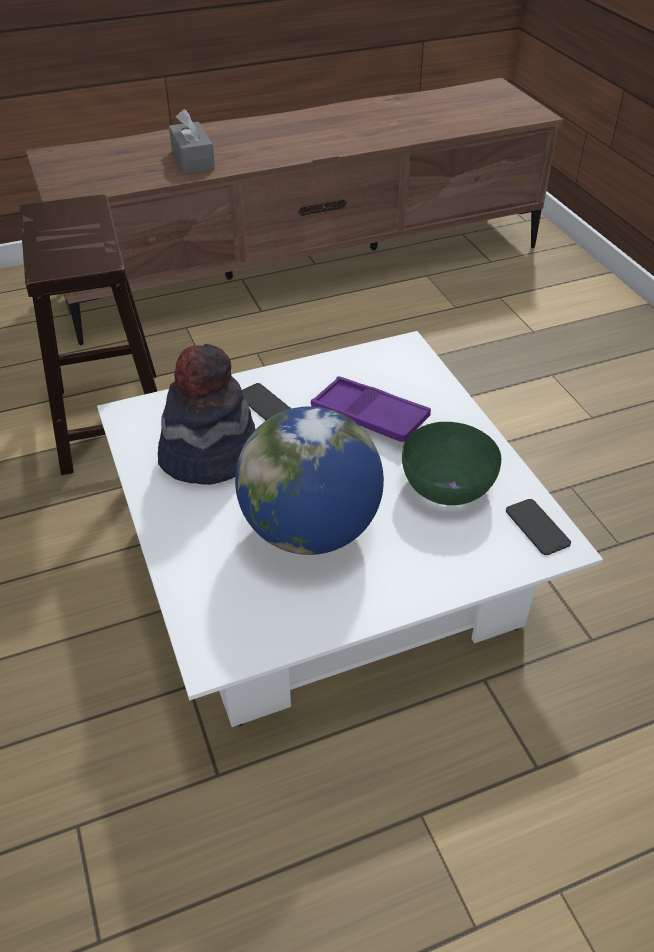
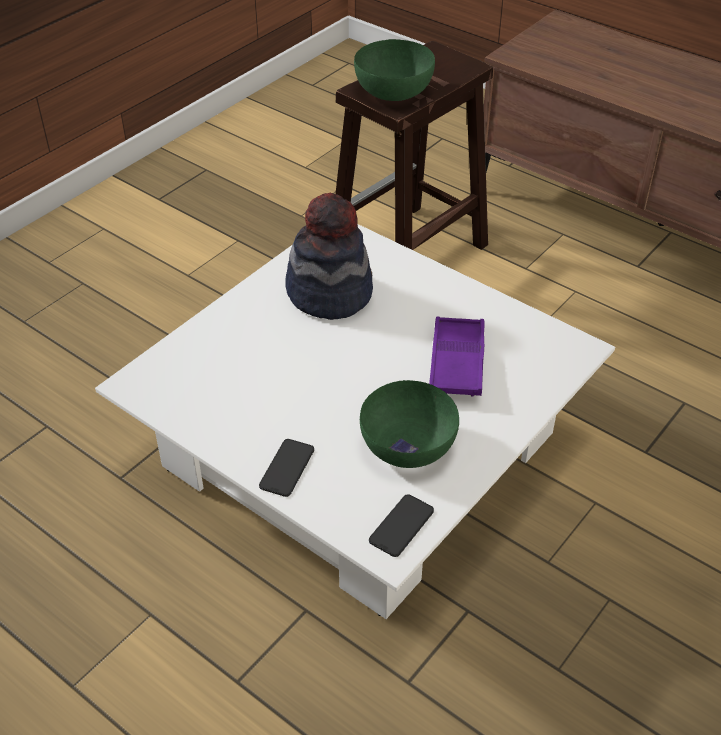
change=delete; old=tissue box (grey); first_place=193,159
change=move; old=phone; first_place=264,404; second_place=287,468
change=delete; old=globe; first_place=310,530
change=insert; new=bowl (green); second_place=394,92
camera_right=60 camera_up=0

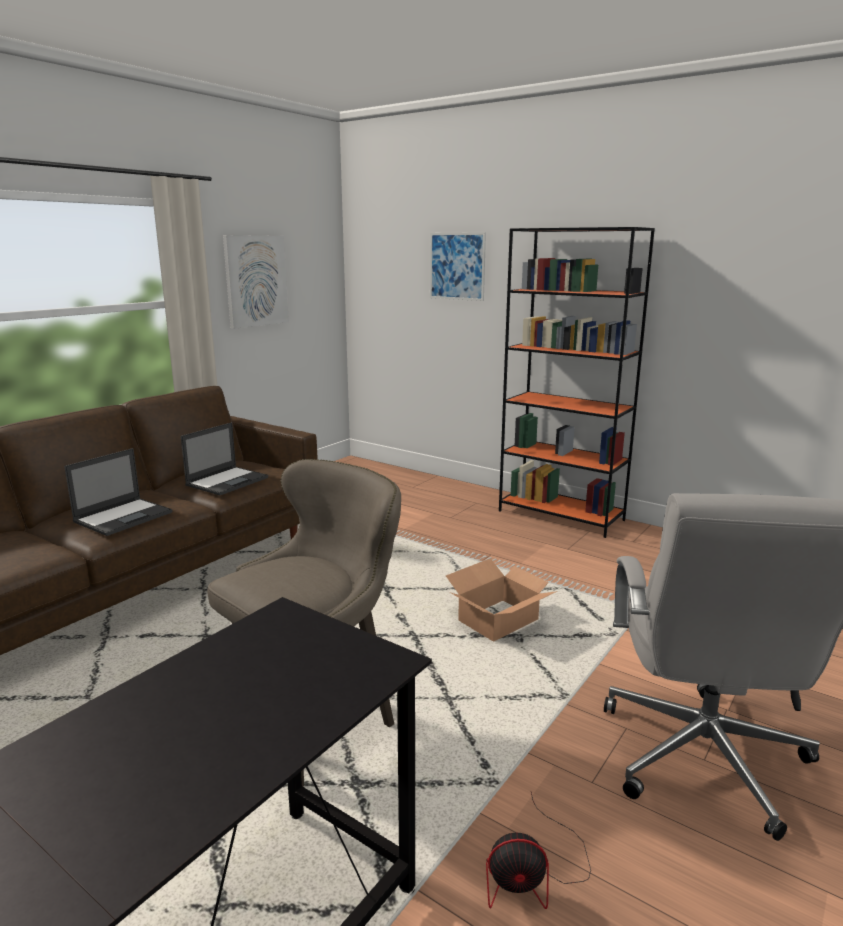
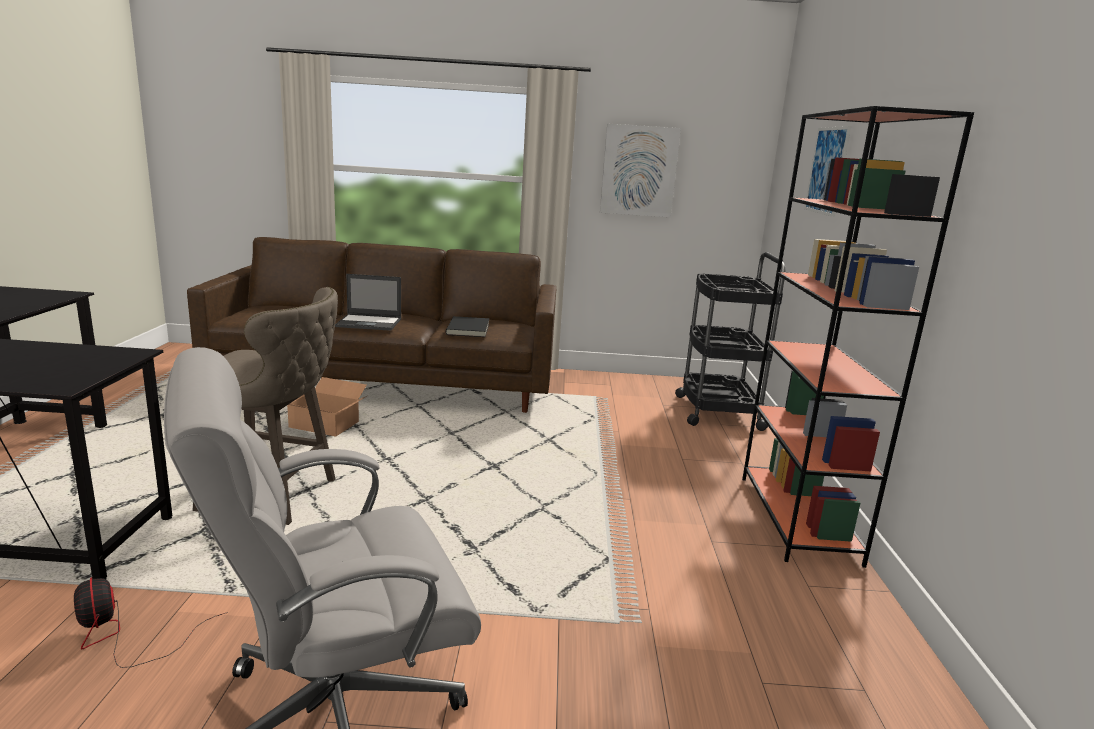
change=replace; old=laptop; new=book (black); first_place=228,481; second_place=469,329
change=move; old=cardboard box; first_place=497,621; second_place=324,425
change=insert; new=cart (black); second_place=717,412
camera_right=55 camera_up=0

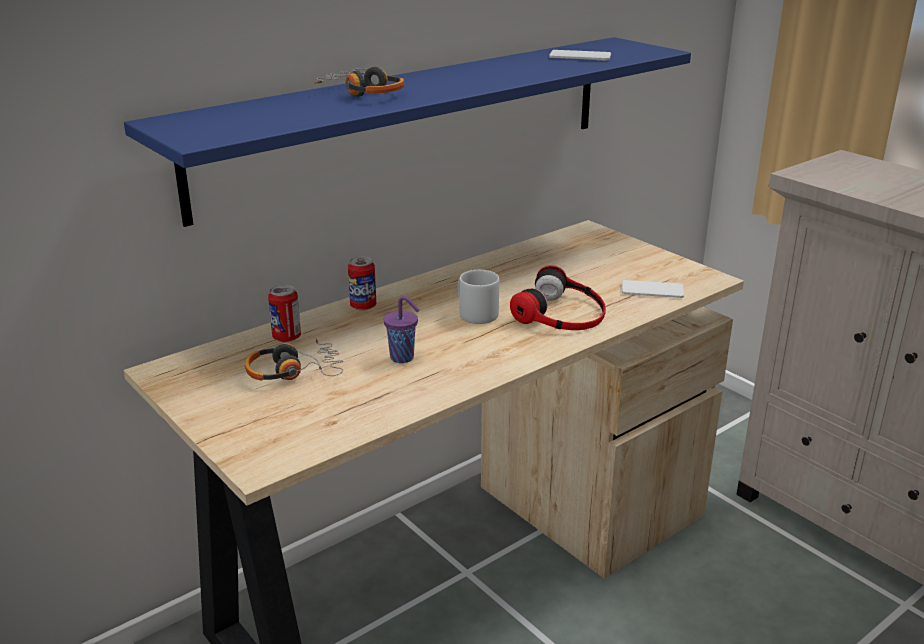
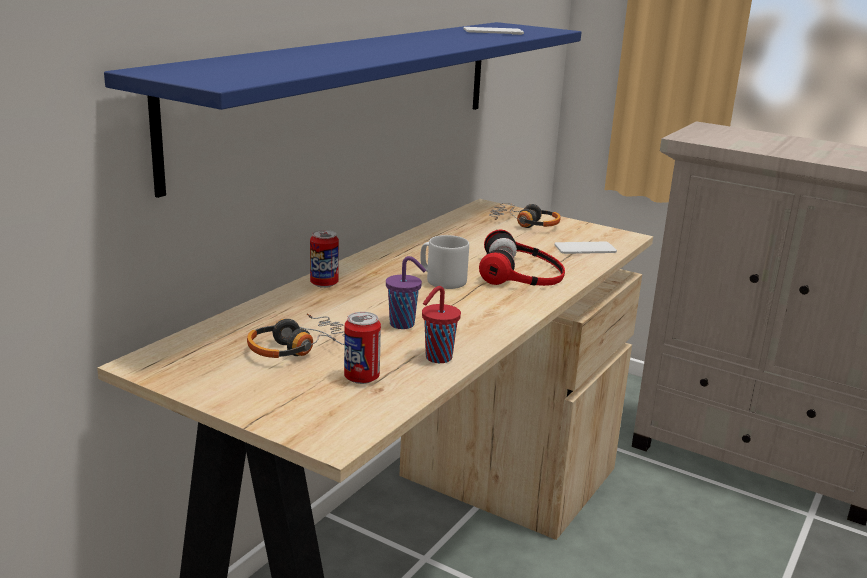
change=move; old=headphones; first_place=363,92; second_place=524,224
change=move; old=can; first_place=286,338; second_place=361,378
change=insert; new=cup (red); second_place=437,358
camera_right=-20 camera_up=-5

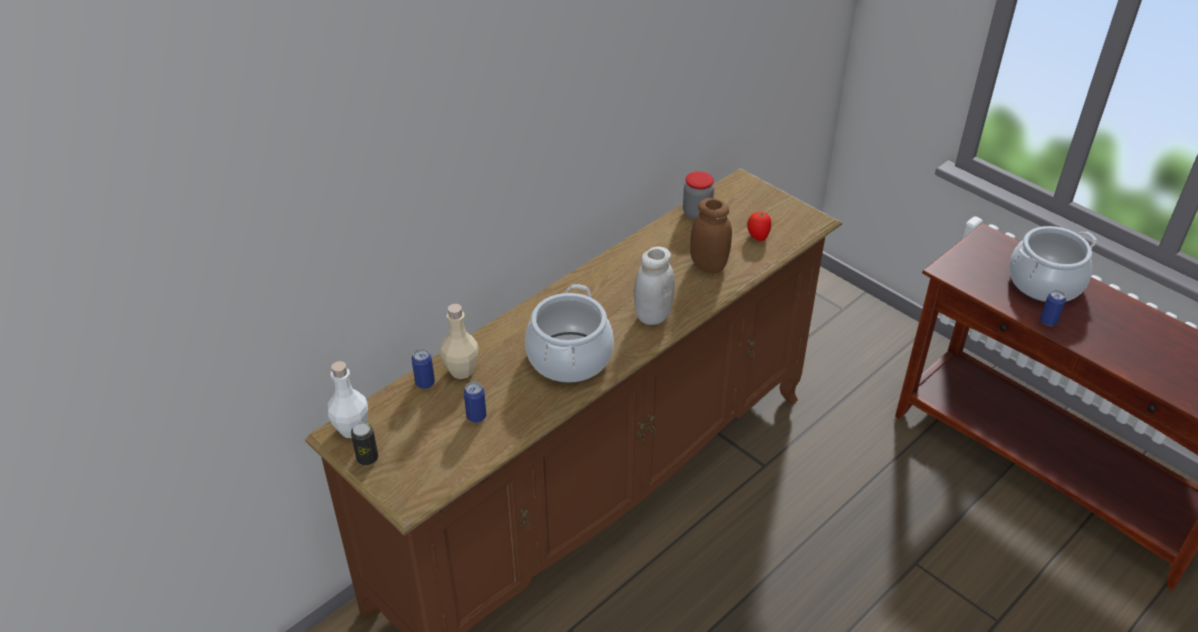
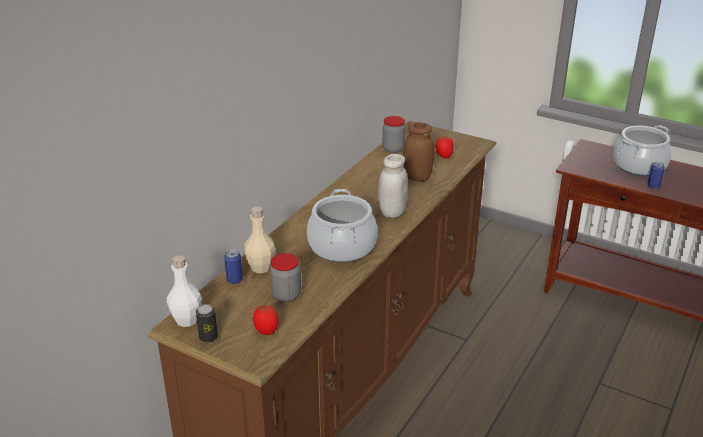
change=replace; old=can; new=jar; first_place=476,416; second_place=286,295
change=insert; new=tomato; second_place=266,331
camera_right=-15 camera_up=-10

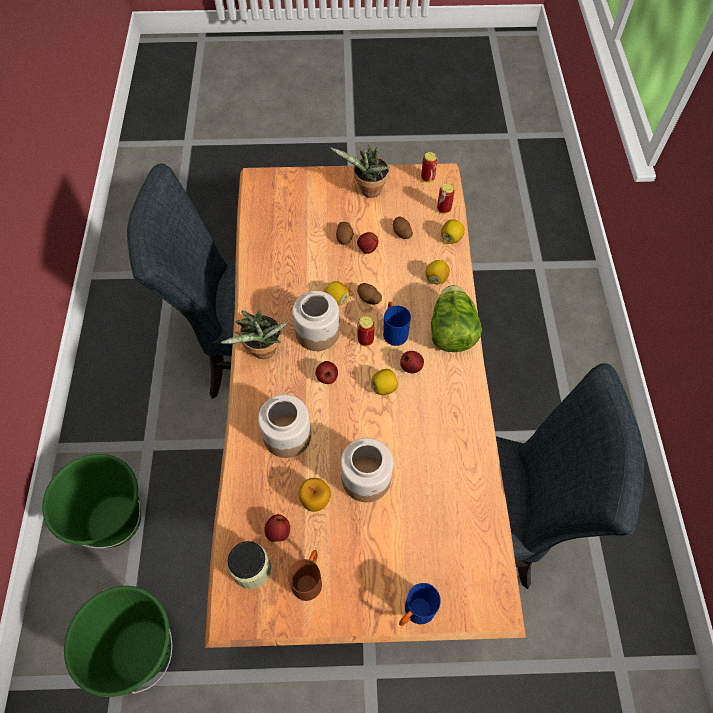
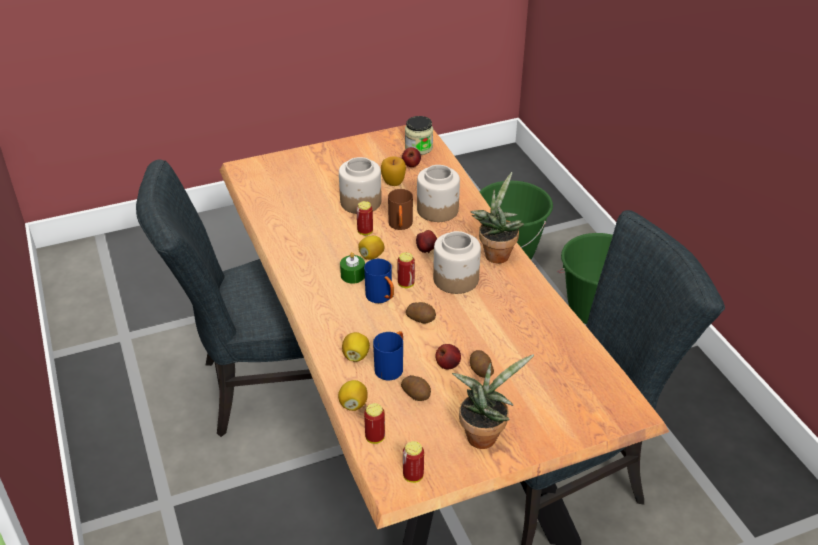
change=delete; old=lemon; first_place=336,300
change=delete; old=lettuce; first_place=451,331
change=replace; old=apple; new=candle (green); first_place=411,367; second_place=353,275
change=move; old=mug (brown); first_place=309,578; second_place=400,226
change=move; old=mug (blue); first_place=415,613; second_place=391,366
change=insert; new=can; second_place=365,232
camera_right=160 camera_up=-20

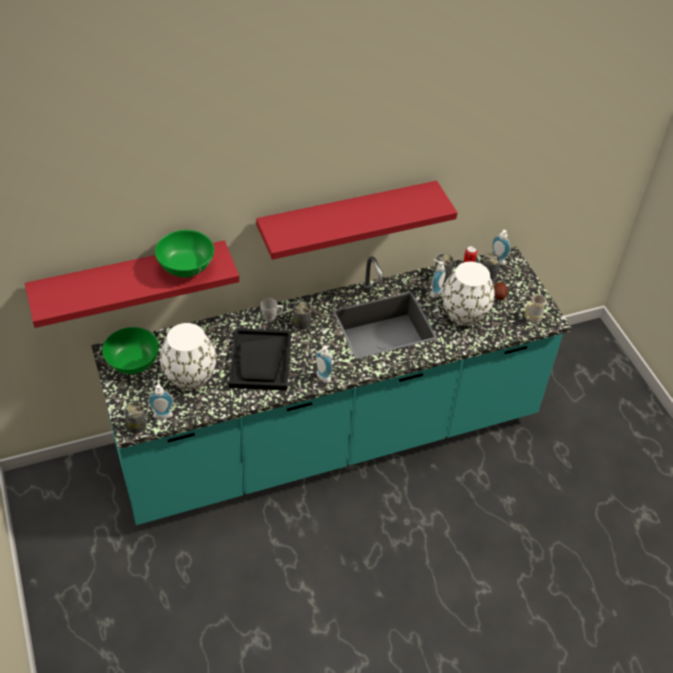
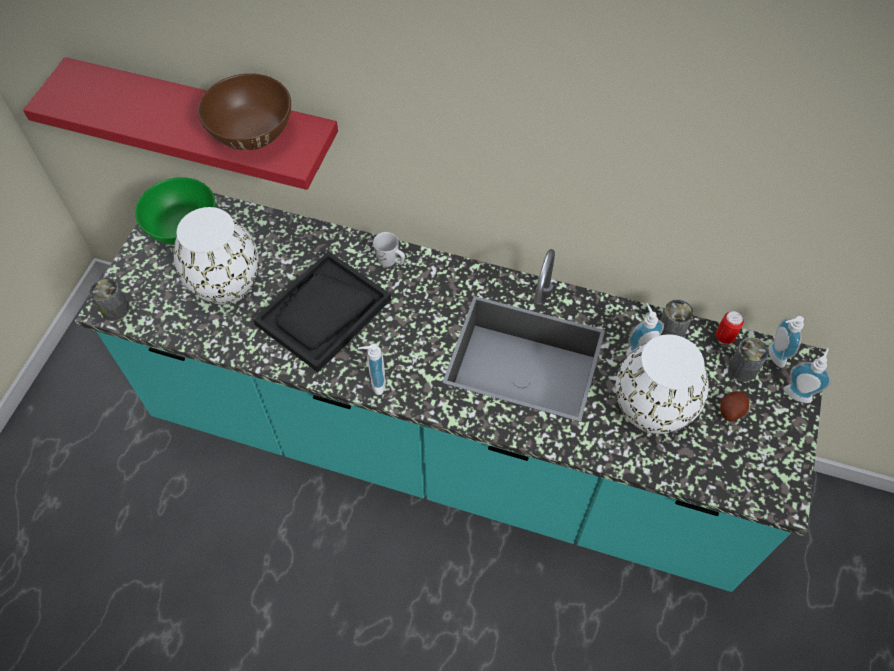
change=delete; old=shelf (red); first_place=347,217
change=recolor; old=bowl (green); new=bowl (brown); first_place=186,268; second_place=252,134
change=delete; old=mug (beige); first_place=531,318
change=delete; old=can; first_place=301,323
change=move; old=soap dispenser; first_place=163,413; second_place=798,392
camera_right=40 camera_up=10

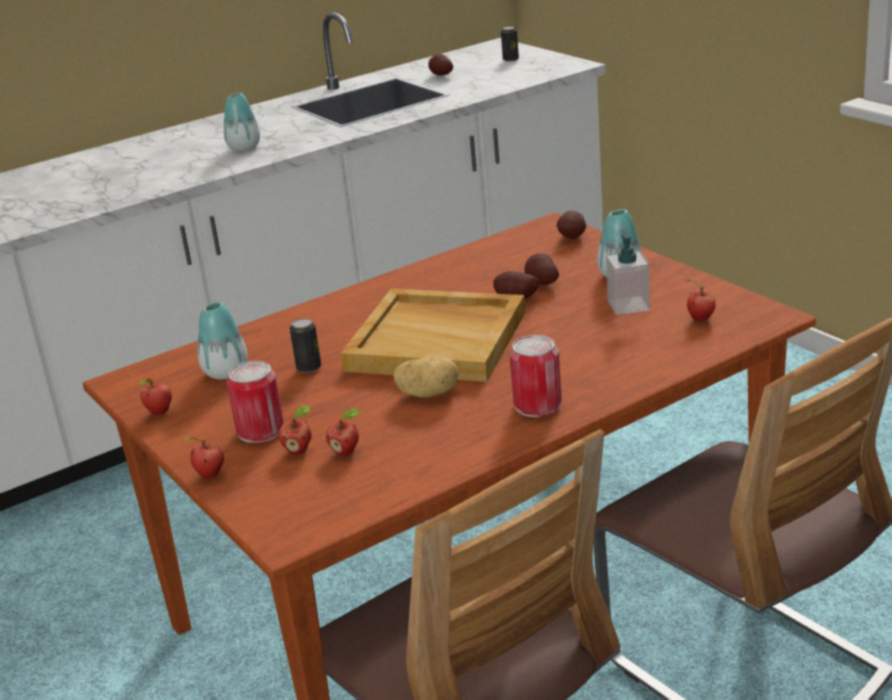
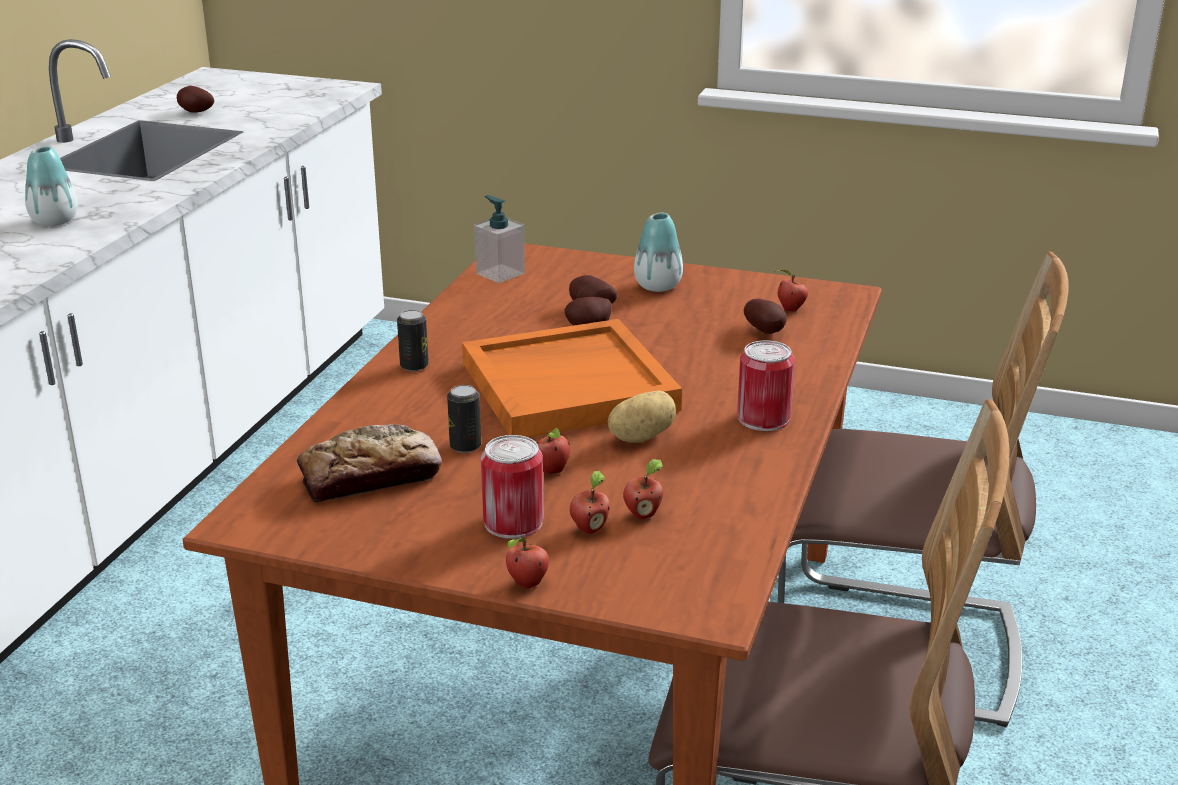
change=move; old=can; first_place=510,59; second_place=414,366
change=move; old=potato; first_place=573,237; second_place=766,332
change=move; old=soap dispenser; first_place=628,305; second_place=500,273
change=recolor; old=tray (beige); new=tray (orange); first_place=438,340; second_place=569,385
change=replace; old=vase; new=bread; first_place=226,372; second_place=370,477
change=move; old=apple; first_place=159,413; second_place=553,471
camera_right=-40 camera_up=0

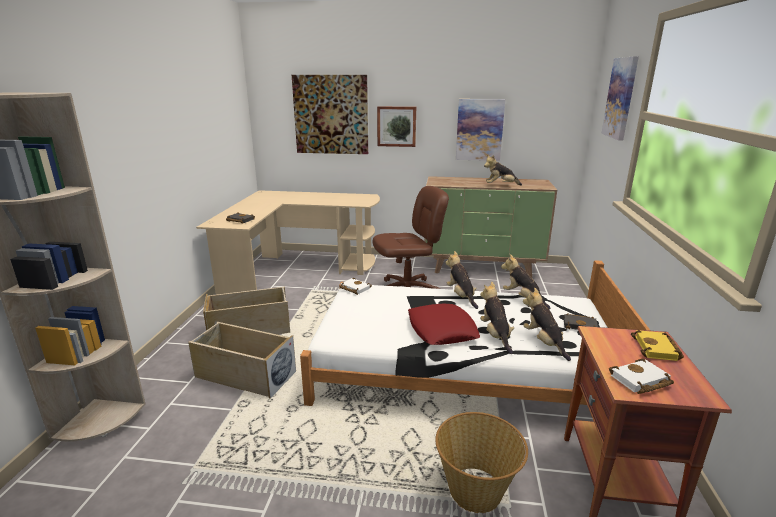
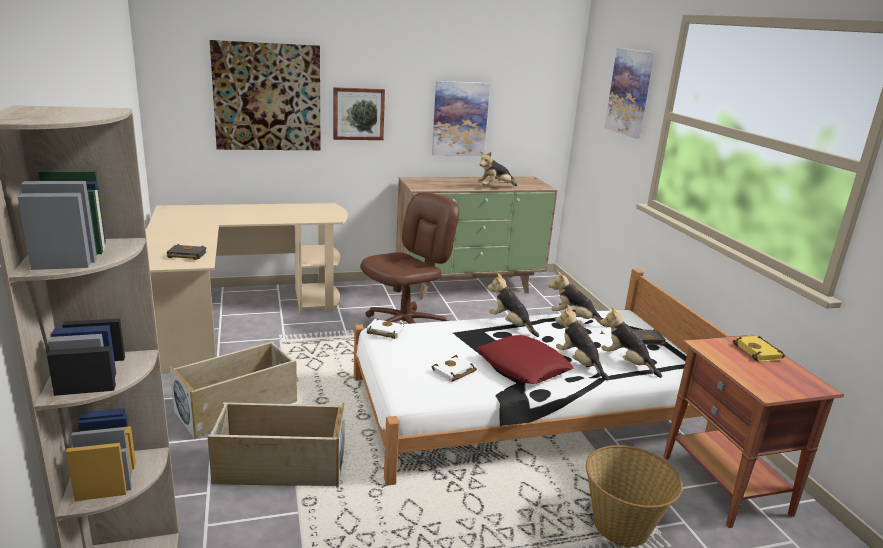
change=move; old=book (white); first_place=640,381; second_place=454,372
camera_right=-25 camera_up=0

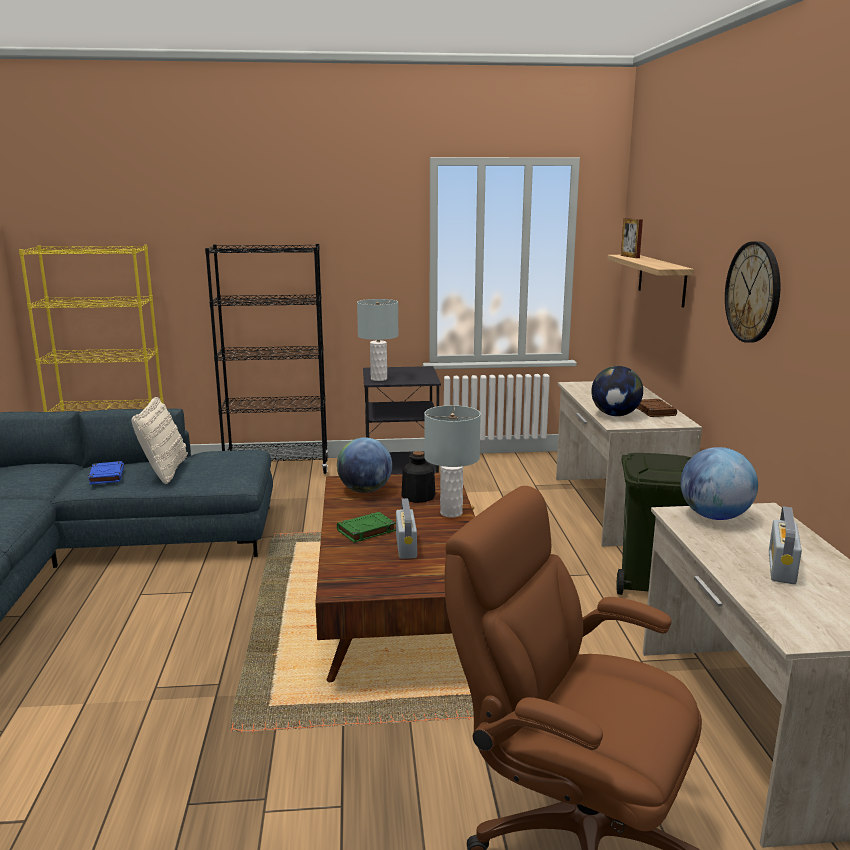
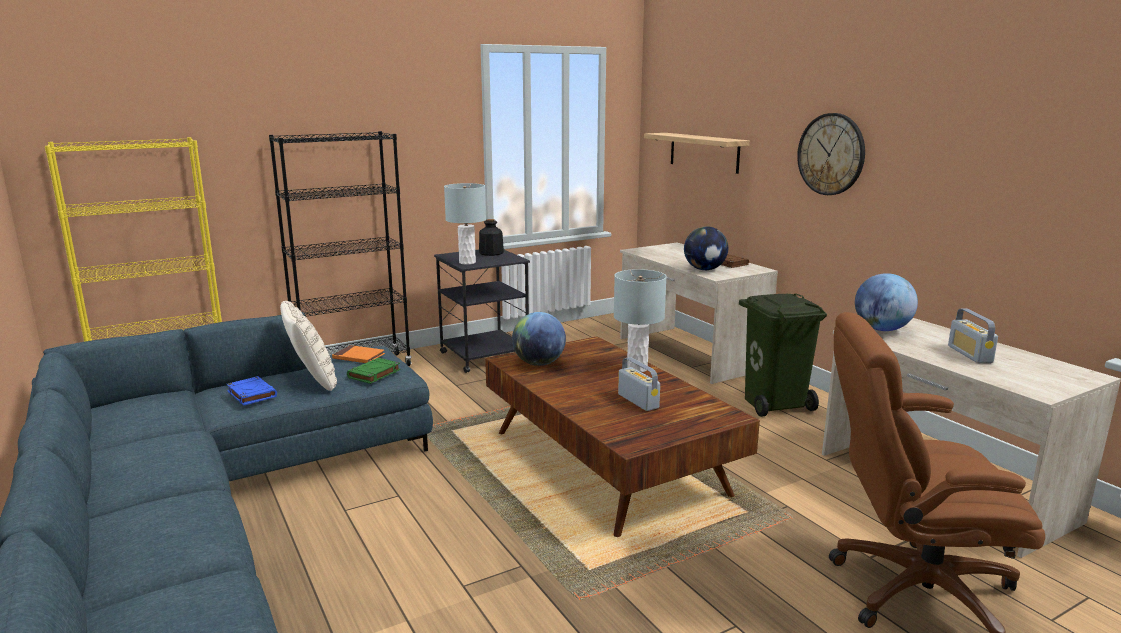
change=delete; old=picture frame; first_place=630,256
change=move; old=bottle; first_place=418,496; second_place=491,253
change=move; old=book (green); first_place=366,531; second_place=374,374
change=insert; new=book (orange); second_place=358,357
camera_right=-25 camera_up=0

